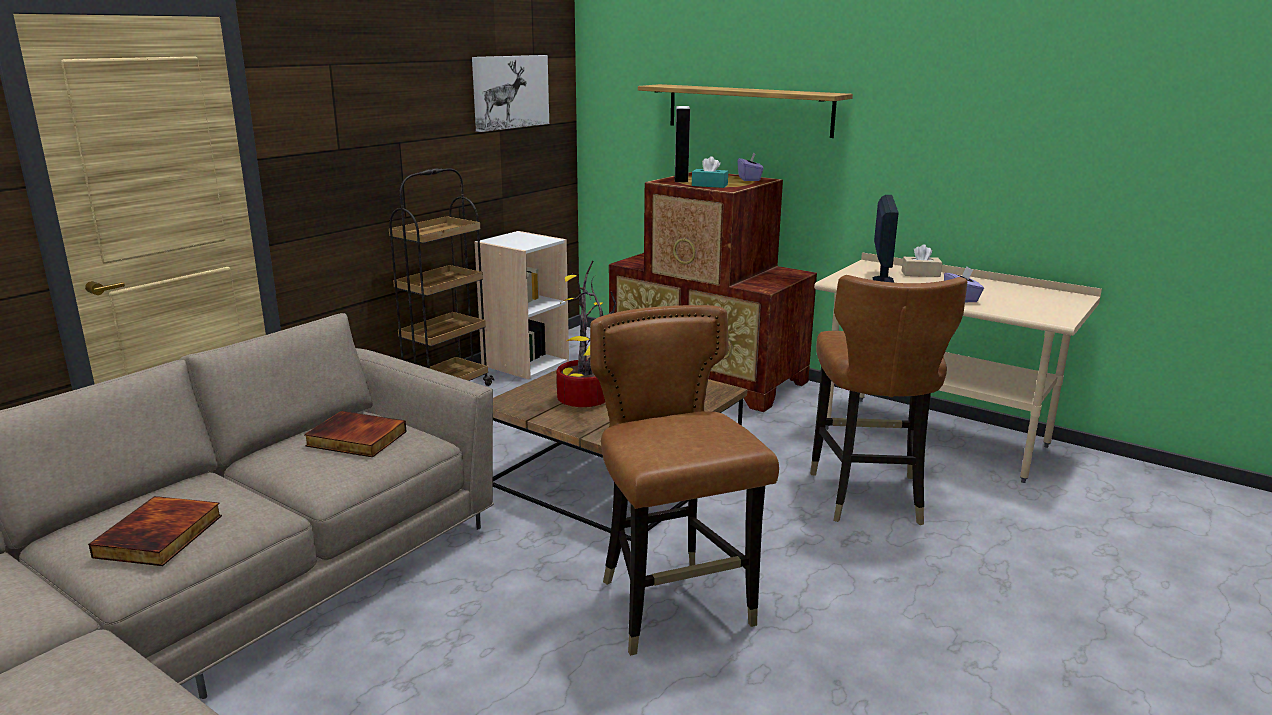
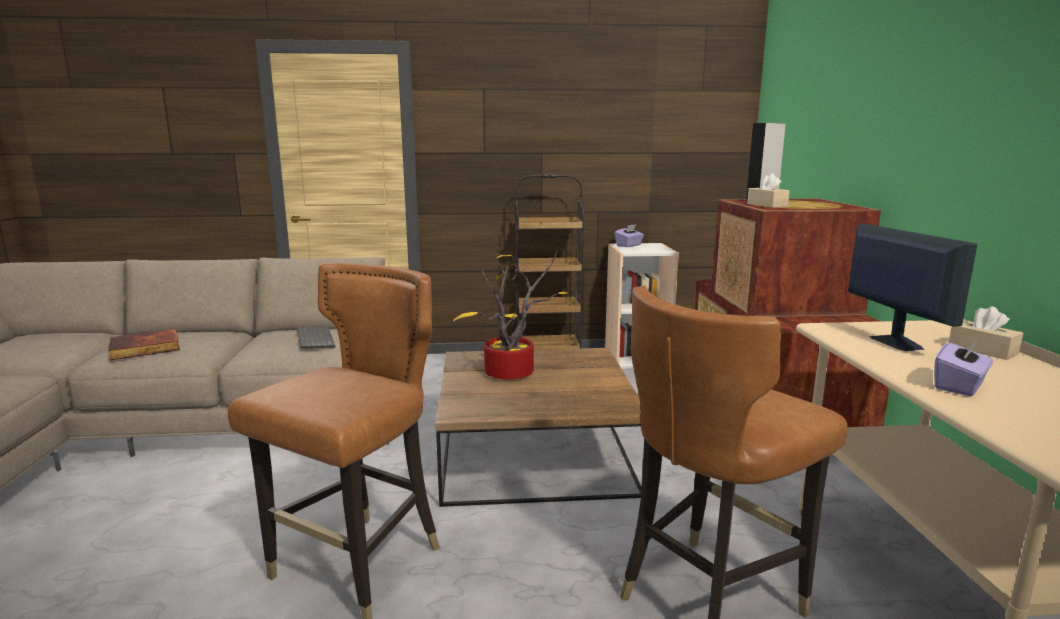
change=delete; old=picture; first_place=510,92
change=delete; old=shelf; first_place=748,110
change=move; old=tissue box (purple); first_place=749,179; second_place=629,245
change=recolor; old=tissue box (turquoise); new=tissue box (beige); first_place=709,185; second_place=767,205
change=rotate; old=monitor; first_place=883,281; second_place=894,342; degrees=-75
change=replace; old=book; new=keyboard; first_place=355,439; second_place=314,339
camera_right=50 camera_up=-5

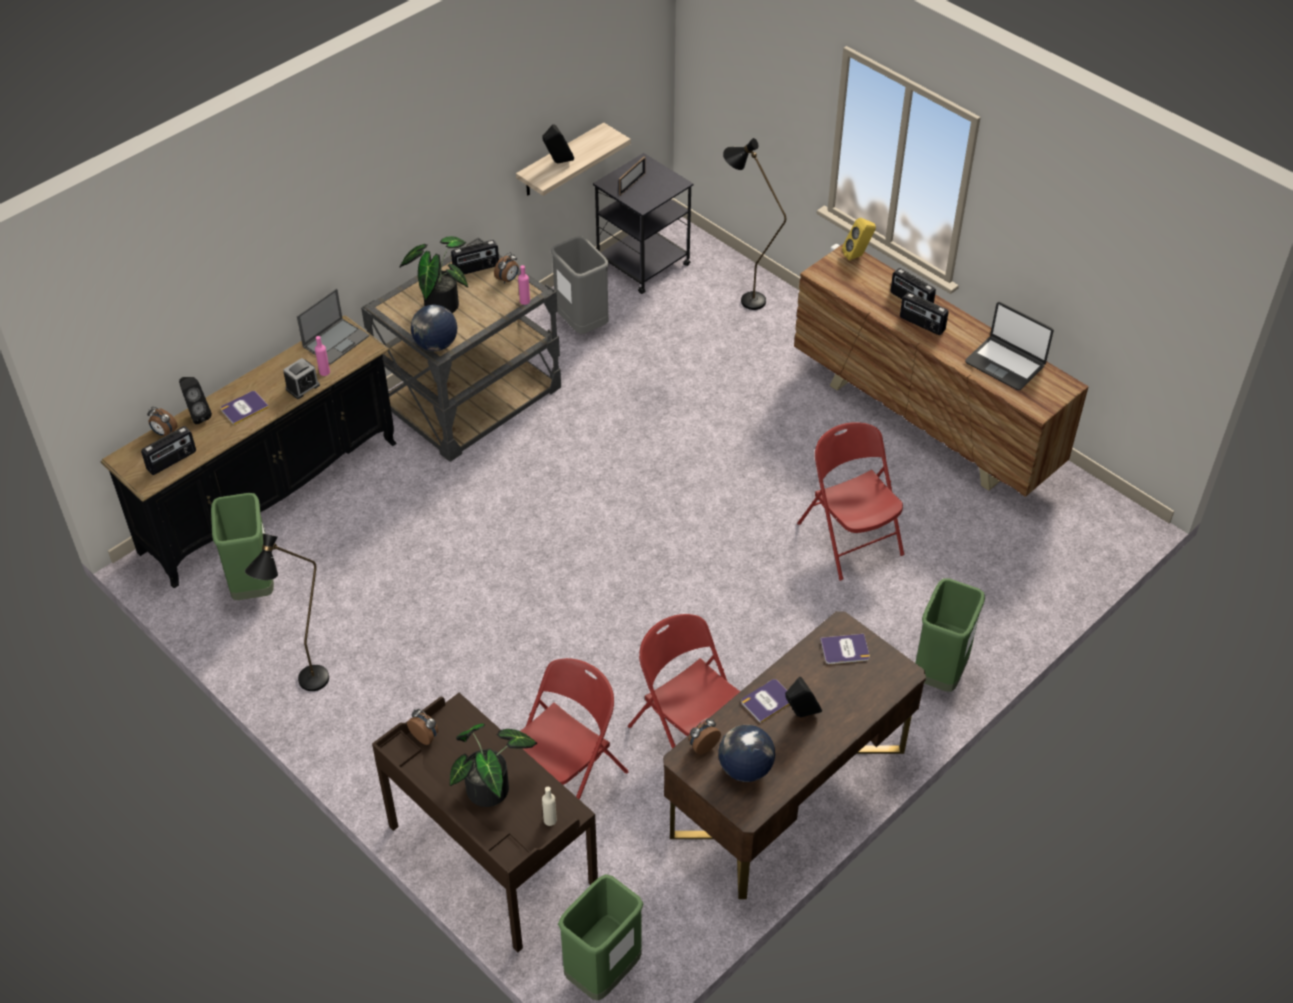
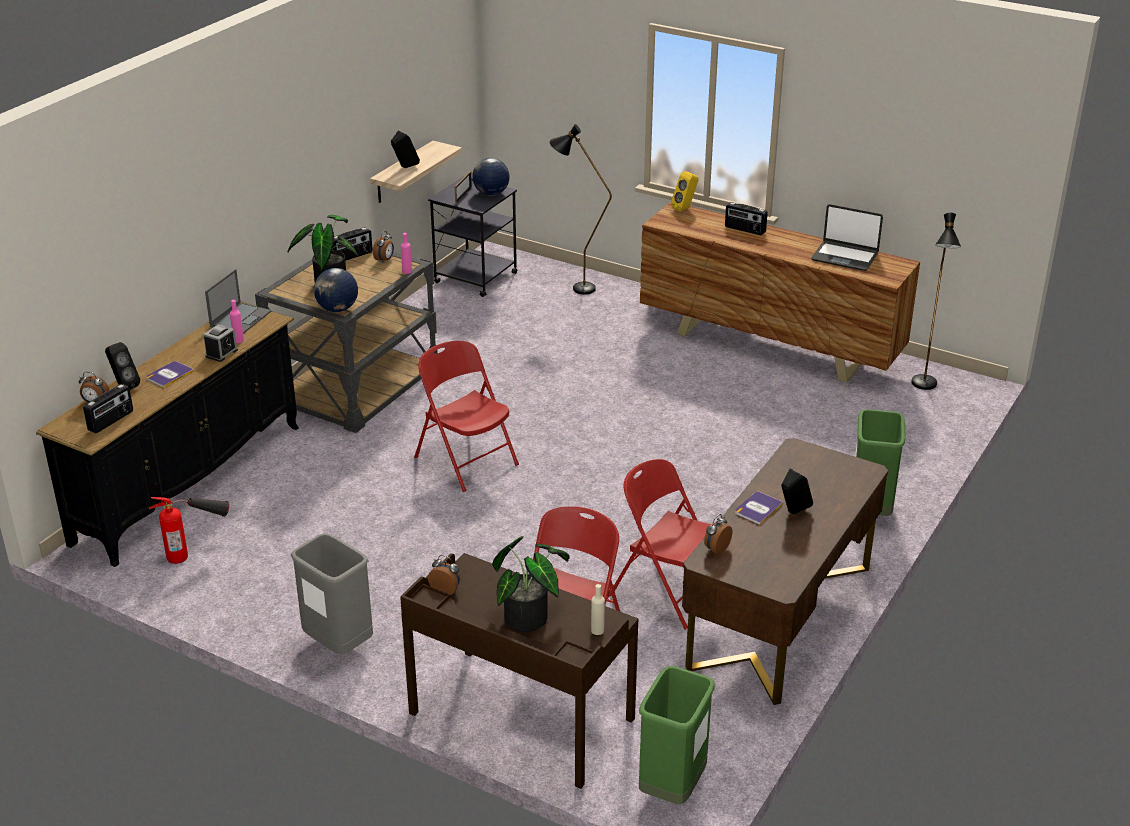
change=move; old=trash can (grey); first_place=581,325; second_place=338,644
change=delete; old=radio; first_place=921,324
change=move; old=chair (red); first_place=850,539; second_place=466,461
change=replace; old=trash can (green); new=fire extinguisher; first_place=253,585; second_place=197,552
change=move; old=floor lamp (black); first_place=308,688; second_place=924,388
change=delete; old=book; first_place=845,649
change=move; old=globe; first_place=745,769; second_place=491,193
camera_right=-15 camera_up=-15

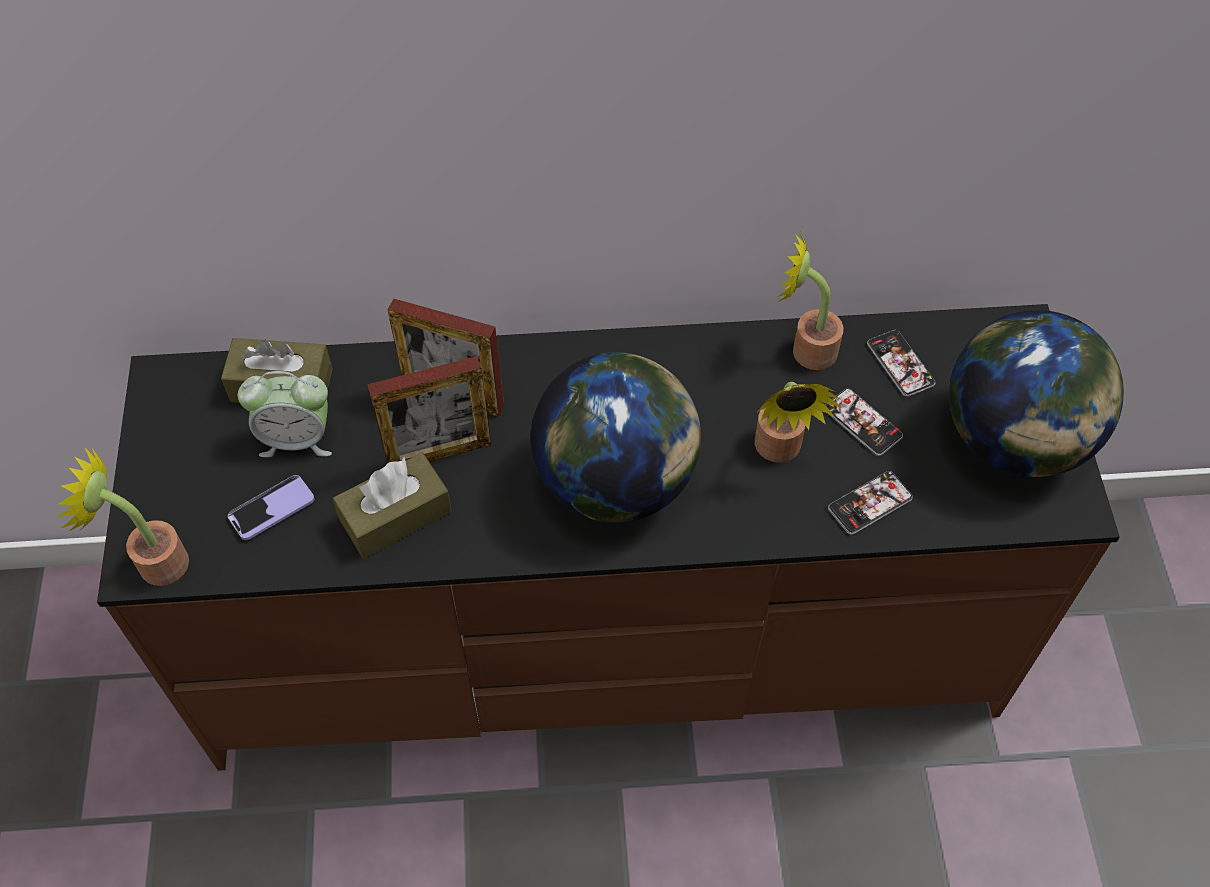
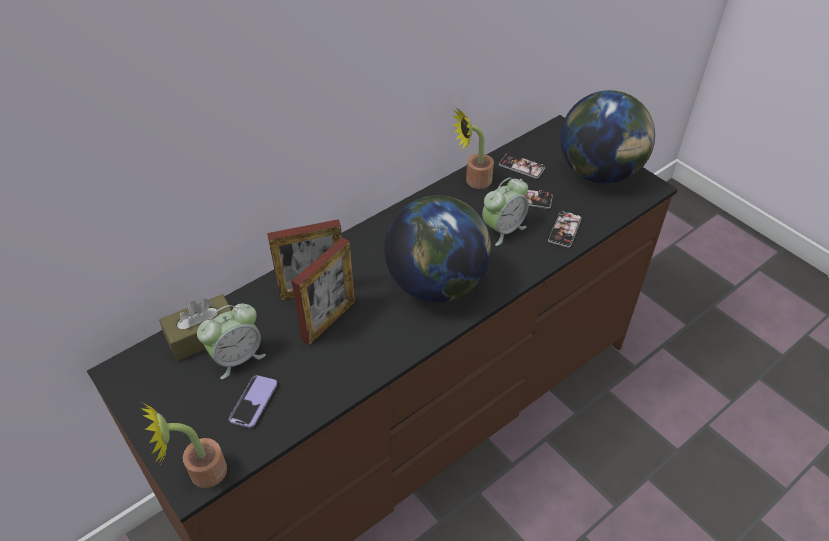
change=replace; old=potted plant; new=alarm clock; first_place=779,451; second_place=503,229
change=delete; old=tissue box (brown); first_place=395,516
camera_right=-35 camera_up=-10

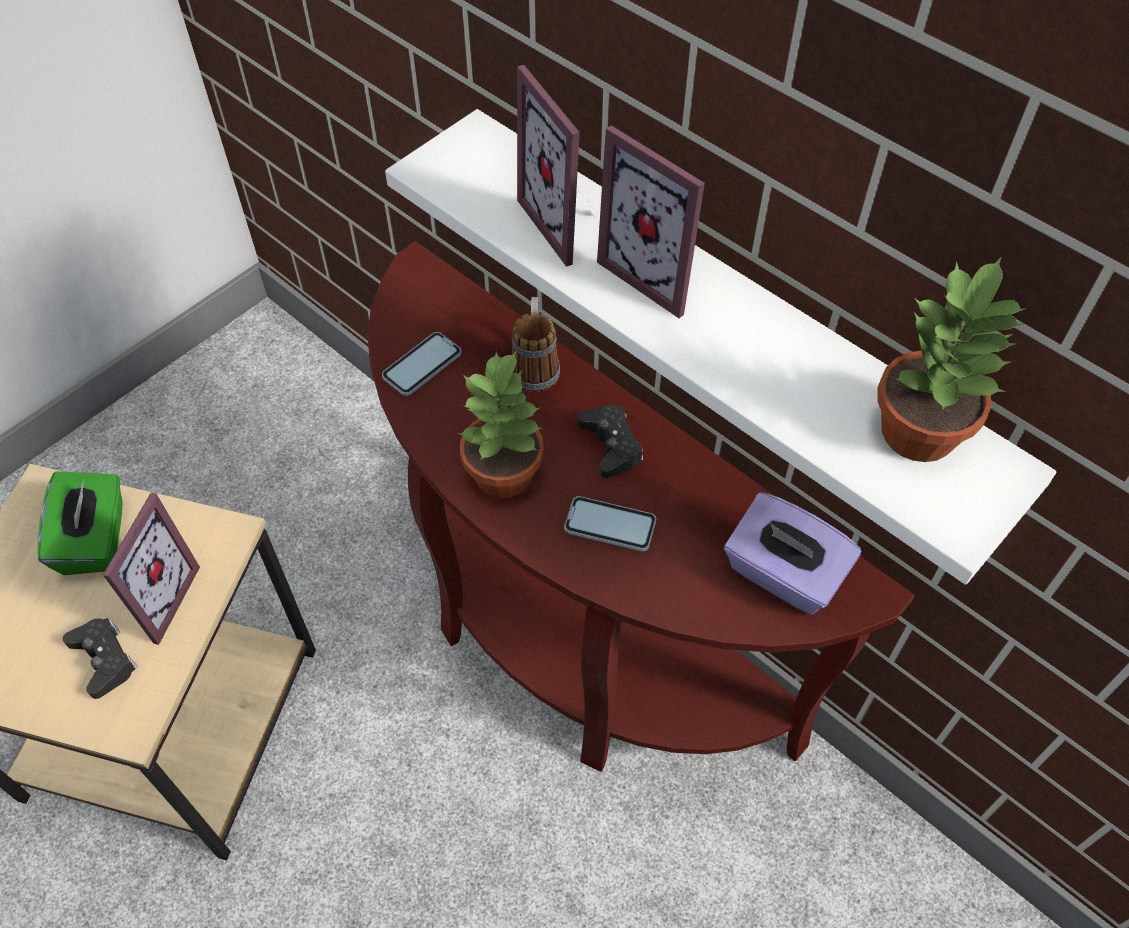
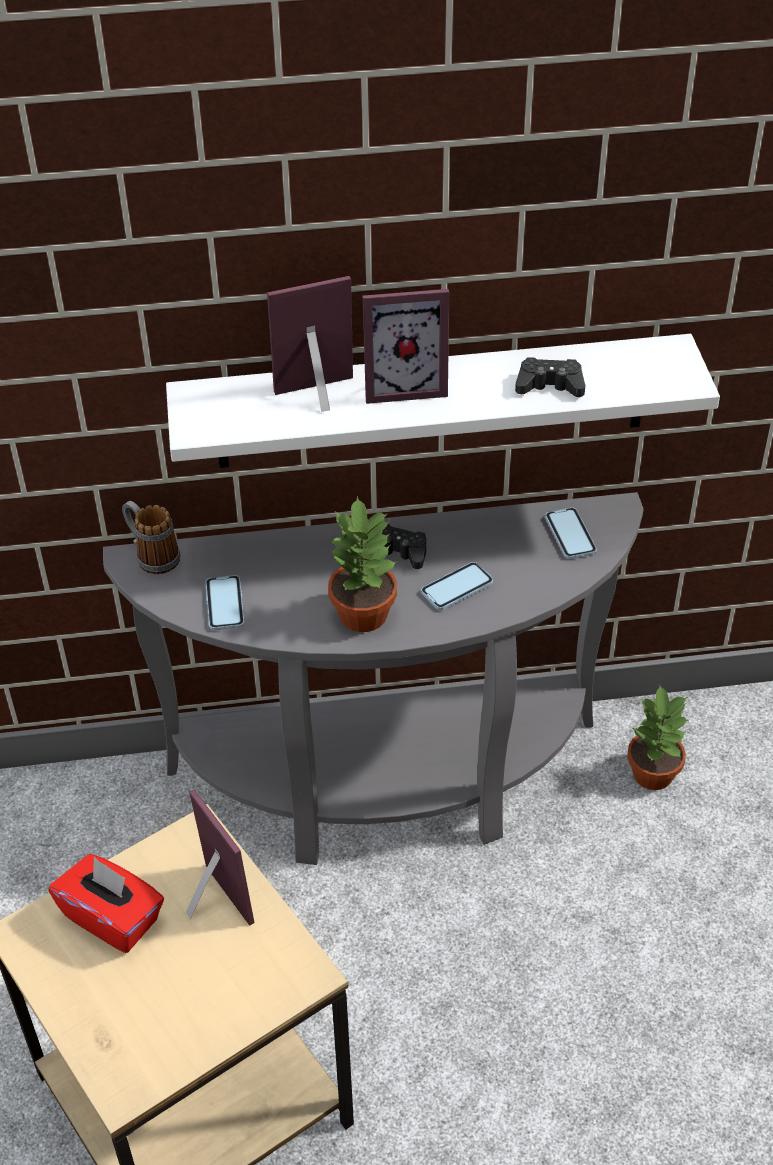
change=rotate; old=picture frame; first_place=568,222; second_place=319,397; degrees=150
change=recolor; old=console table (brown); new=console table (grey); first_place=574,640; second_place=387,787
change=move; old=potted plant; first_place=921,432; second_place=653,773
change=move; old=mug; first_place=535,365; second_place=152,556
change=recolor; old=tissue box (green); new=tissue box (red); first_place=96,539; second_place=113,918
change=replace; old=tissue box (purple); new=phone; first_place=783,574; second_place=570,535
change=move; old=game controller (black); first_place=104,659; second_place=549,385
camera_right=-50 camera_up=-10

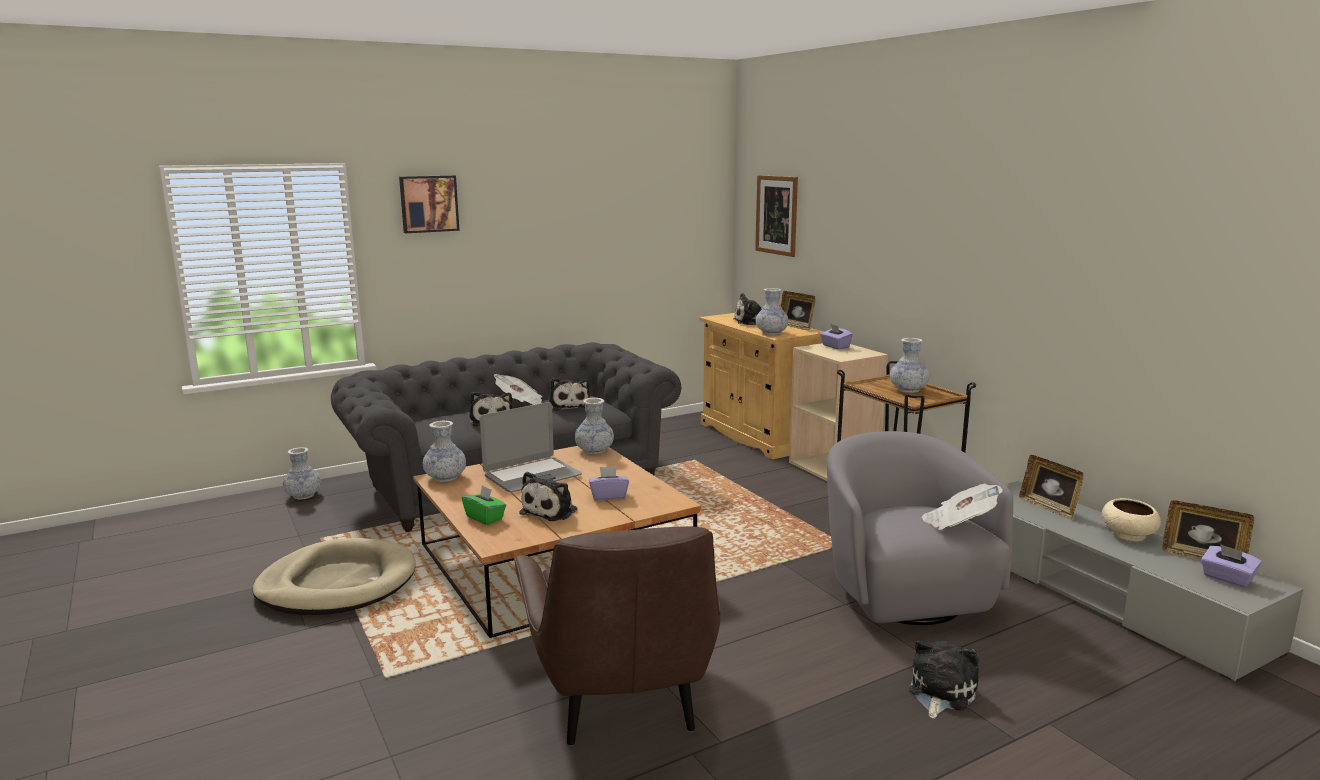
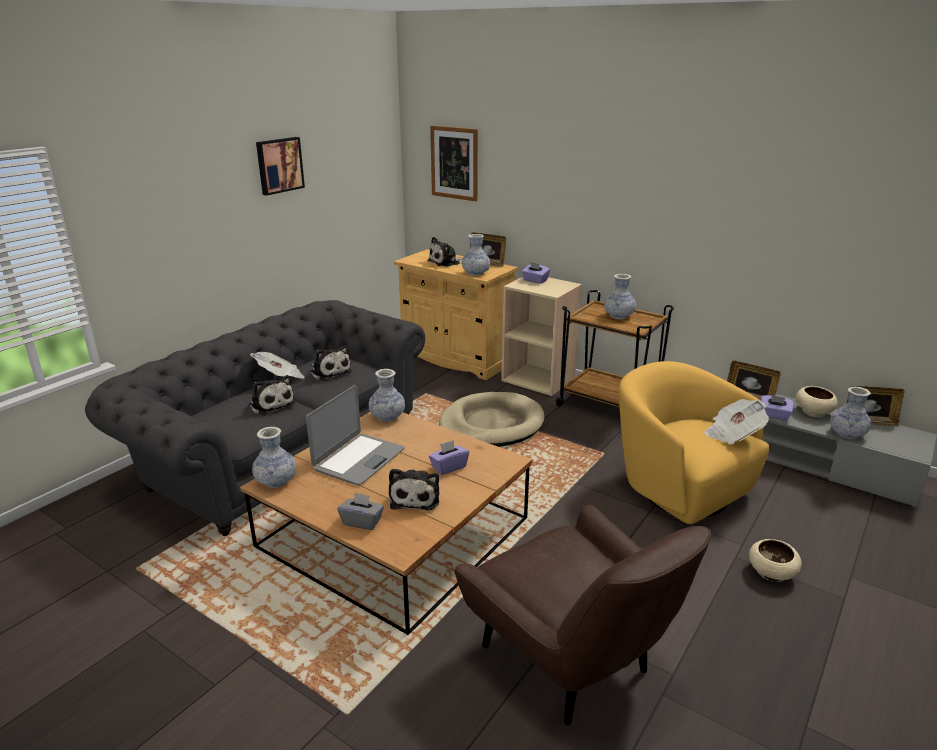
change=move; old=picture; first_place=428,203; second_place=279,165
change=recolor; old=armchair (grey); new=armchair (yellow); first_place=903,593; second_place=678,489
change=move; old=vase; first_place=303,495; second_place=847,434
change=recolor; old=tissue box (green); new=tissue box (grey); first_place=485,518; second_place=362,522
change=move; old=dog bed (beige); first_place=337,584; second_place=491,424
change=move; old=tissue box (purple); first_place=1227,578; second_place=774,415
change=replace; old=plush toy; new=bowl (beige); first_place=940,692; second_place=771,573
camera_right=-25 camera_up=10

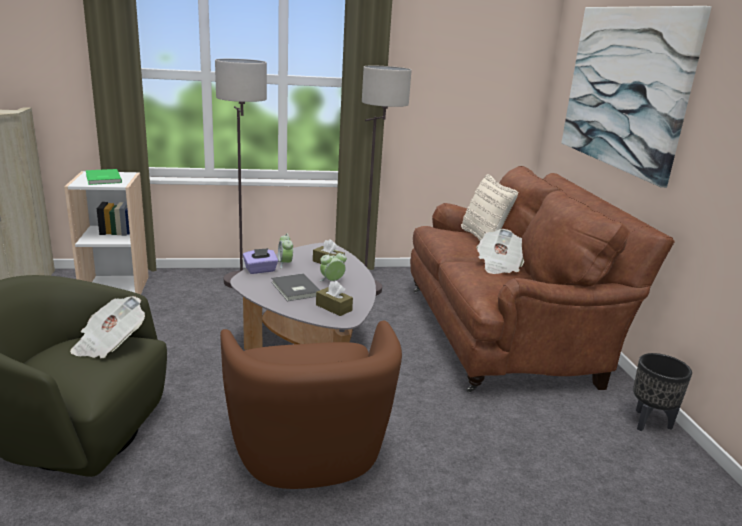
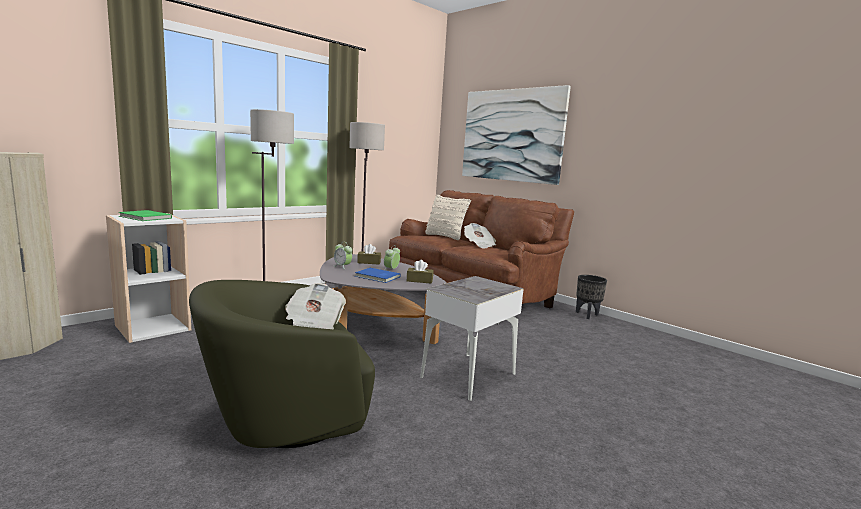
change=delete; old=tissue box (purple); first_place=260,270
change=recolor; old=book (grey); new=book (blue); first_place=294,289; second_place=377,277
change=replace; old=armchair (brown); new=side table; first_place=309,455; second_place=467,375
camera_right=-35 camera_up=-10

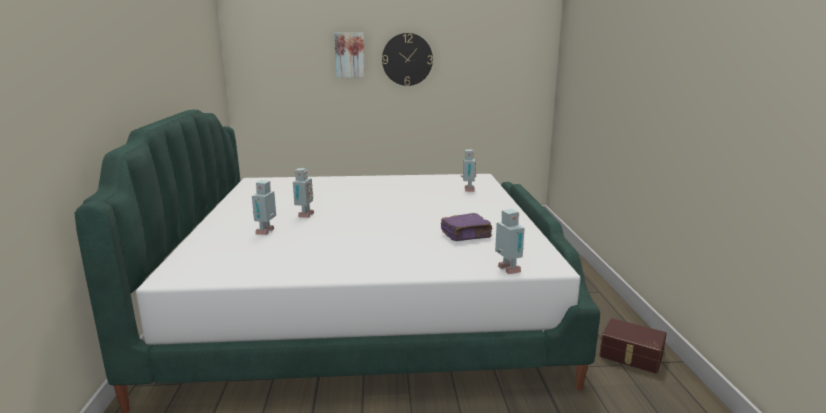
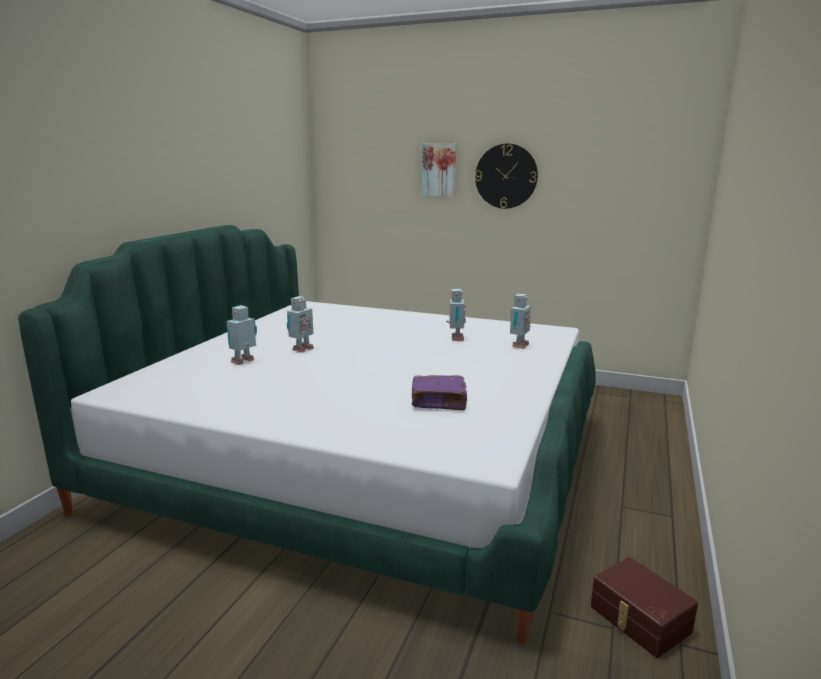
change=move; old=toy robot; first_place=507,270; second_place=455,339
camera_right=25 camera_up=0

